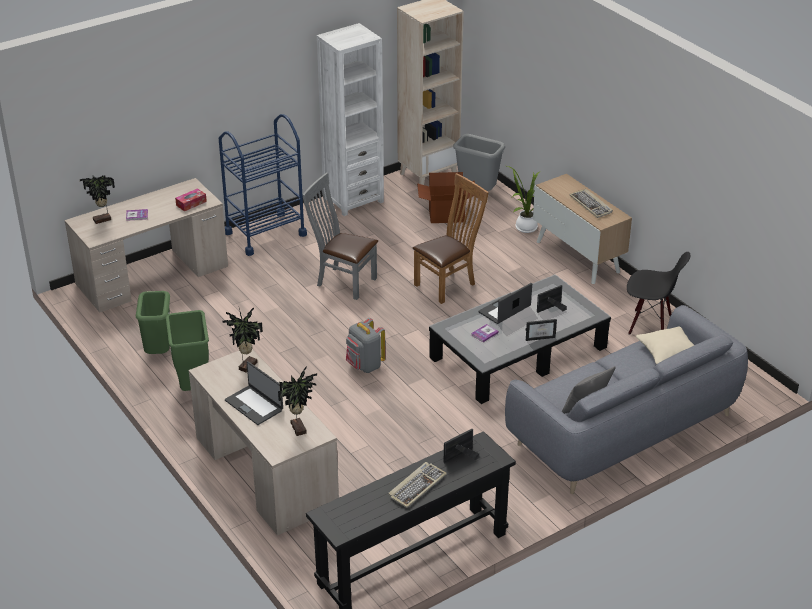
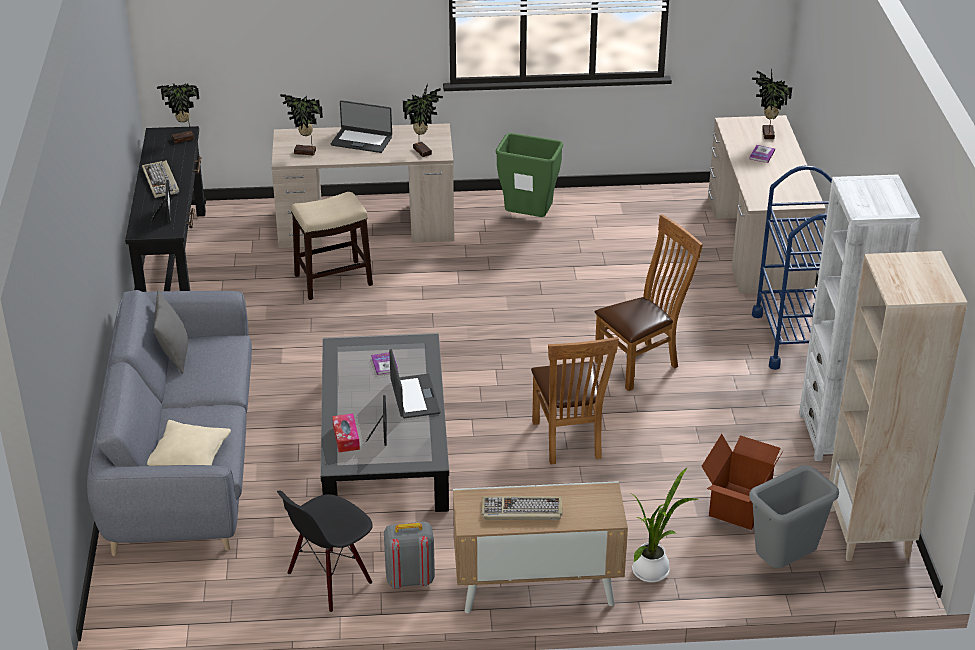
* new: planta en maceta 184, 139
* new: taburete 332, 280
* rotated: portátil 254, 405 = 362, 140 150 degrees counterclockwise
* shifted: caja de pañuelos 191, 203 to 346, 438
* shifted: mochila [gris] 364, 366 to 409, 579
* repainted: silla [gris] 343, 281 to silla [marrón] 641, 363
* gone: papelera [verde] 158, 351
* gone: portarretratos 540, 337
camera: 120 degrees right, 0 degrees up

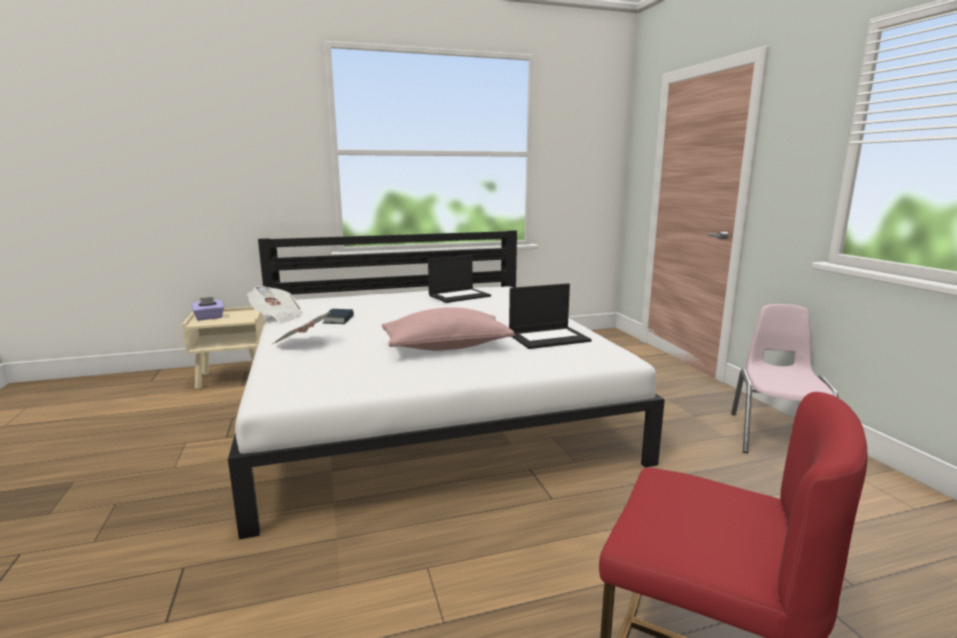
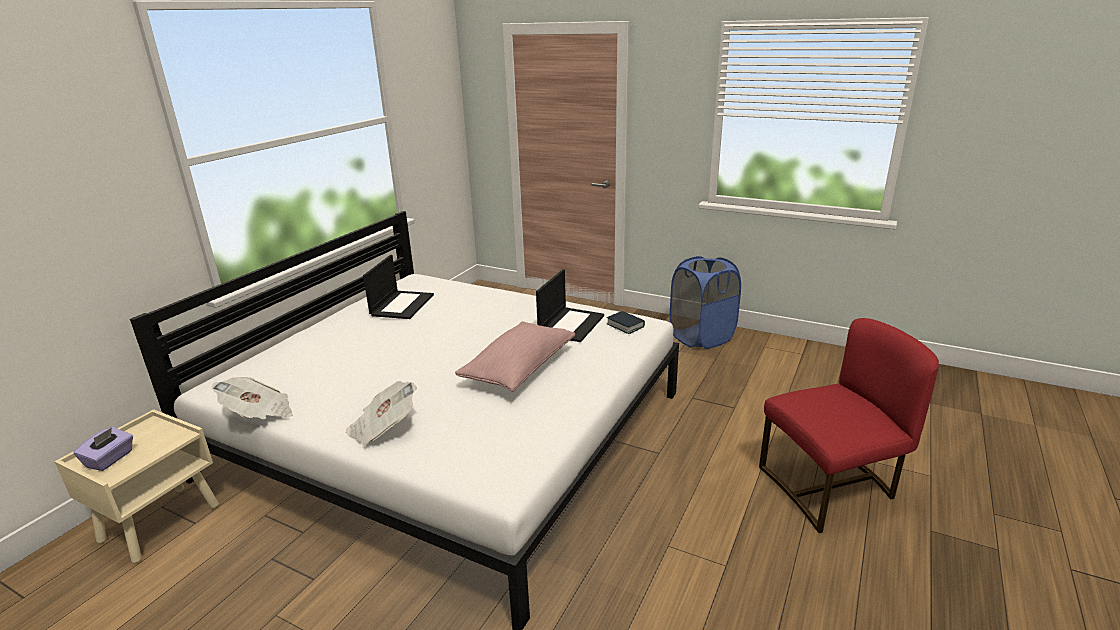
* shifted: libro 338, 320 to 625, 325
* swapped: silla [rosa] 777, 436 to cesto de la ropa [azul] 701, 337
camera: 45 degrees left, 10 degrees up

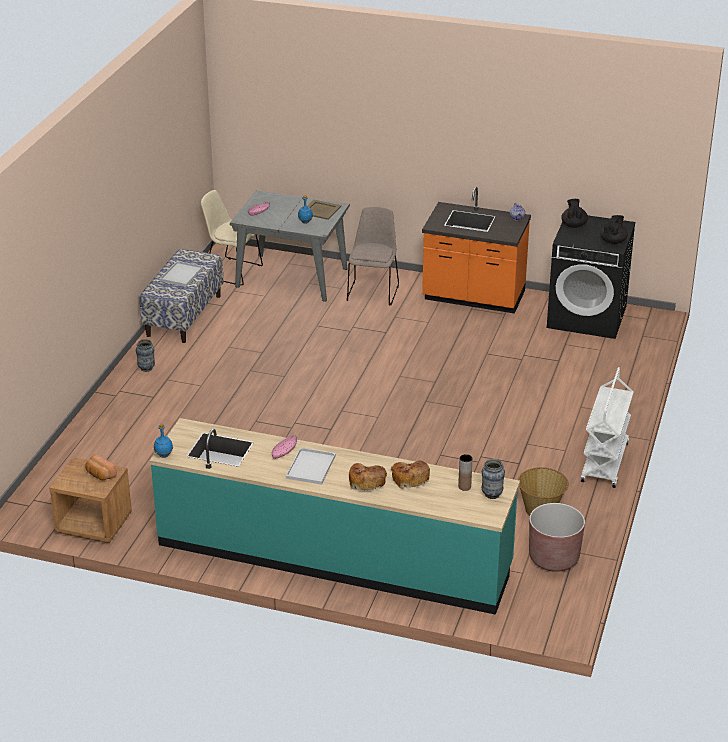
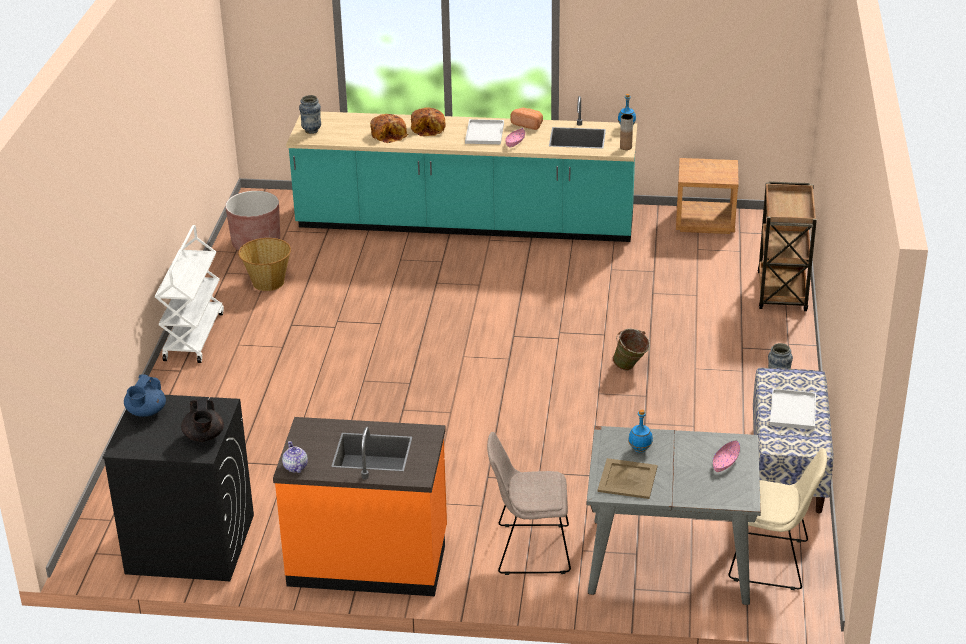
* repainted: tetera [negro] 613, 241 to tetera [azul] 146, 412
* rotated: silla [beis] 373, 292 = 529, 549 90 degrees clockwise
* shifted: pan 100, 475 to 528, 124
* new: cubo [verde] 630, 368
* shifted: florero [marrón] 464, 487 to 626, 147
* new: carrito [marrón] 782, 293
camera: 170 degrees right, 0 degrees up

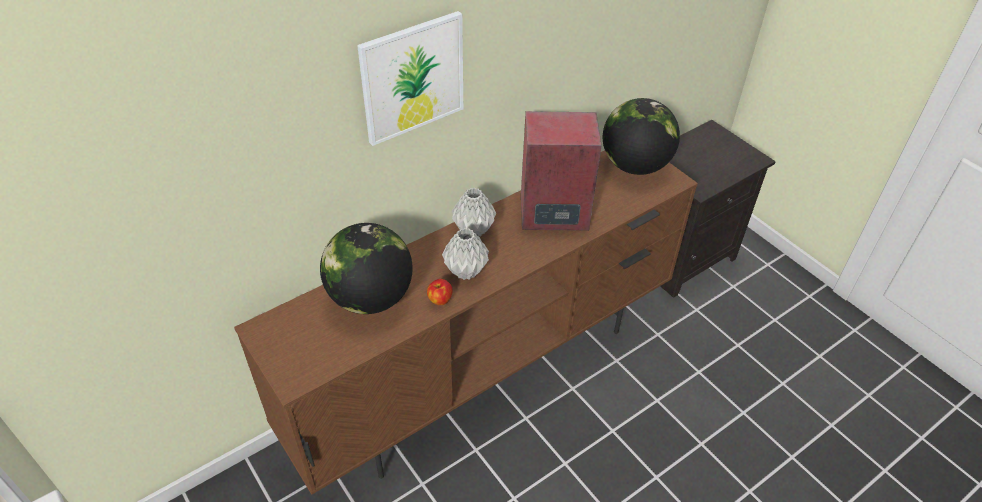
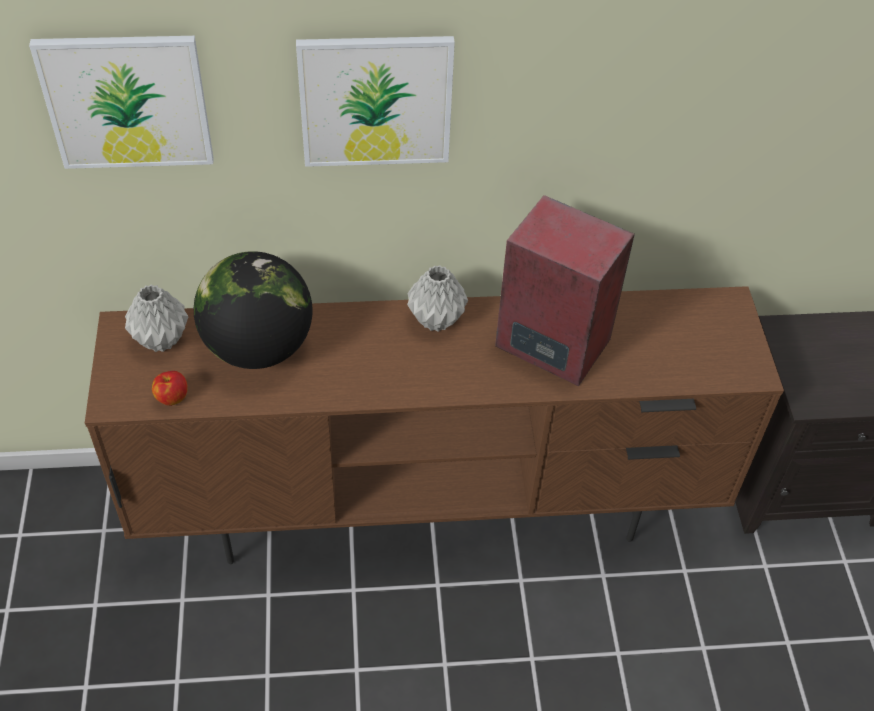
* new: cuadro 127, 101
* shifted: florero [gris] 465, 272 to 160, 340
* shifted: manzana 439, 300 to 172, 397
* gone: globo terráqueo 635, 166
camera: 30 degrees right, 5 degrees up

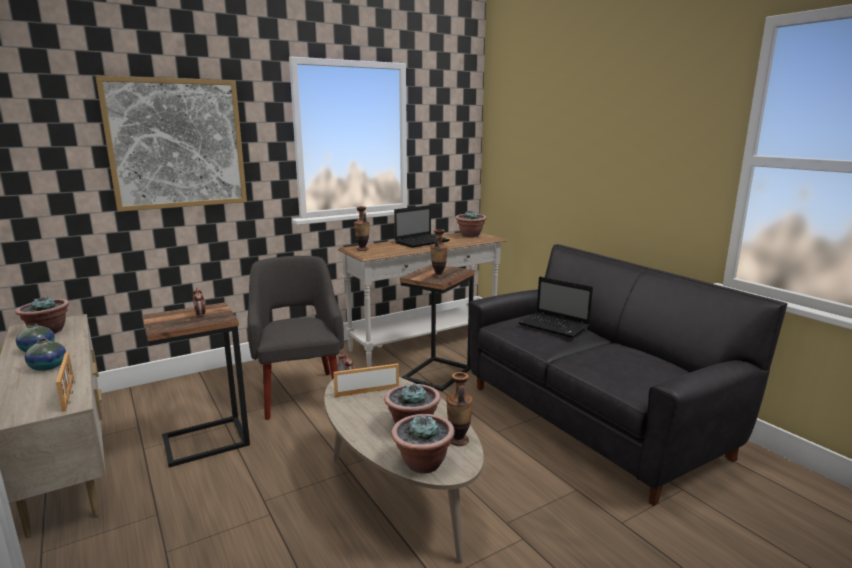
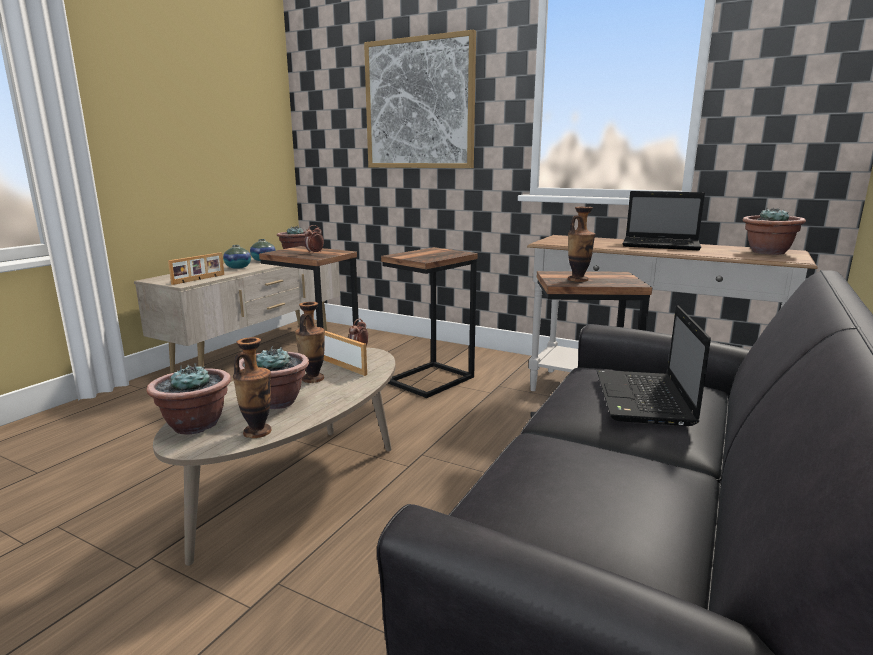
* shifted: florero 362, 249 to 313, 379
* swapped: sillón [gris] 300, 393 to mesa auxiliar 432, 380
camera: 60 degrees right, 0 degrees up

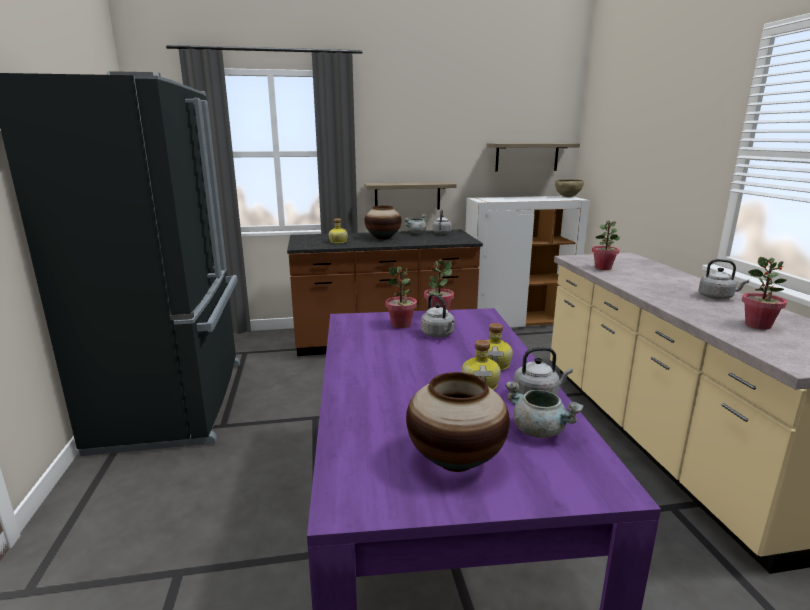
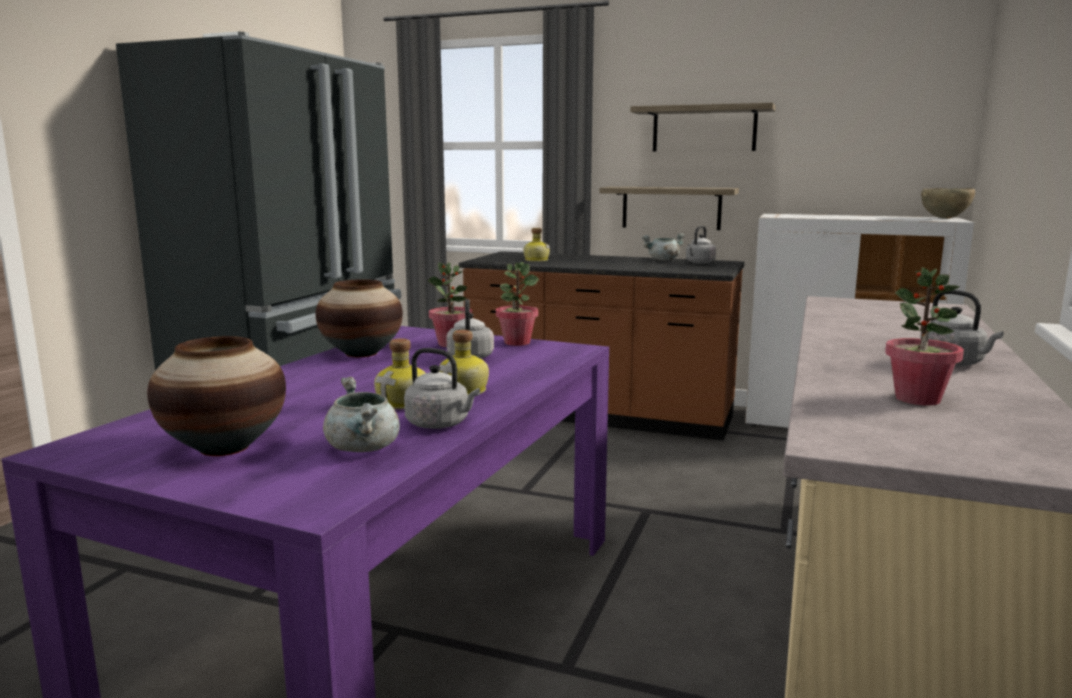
* shifted: florero 383, 238 to 362, 353
* shifted: estante 527, 157 to 704, 129
* gone: planta en maceta 603, 268
camera: 30 degrees right, 5 degrees down

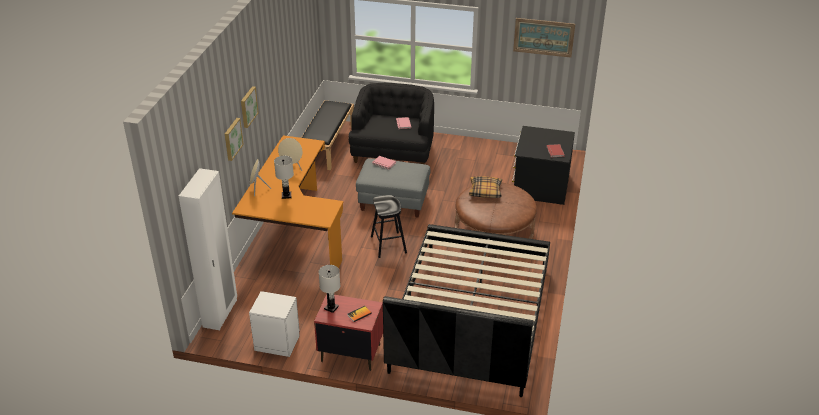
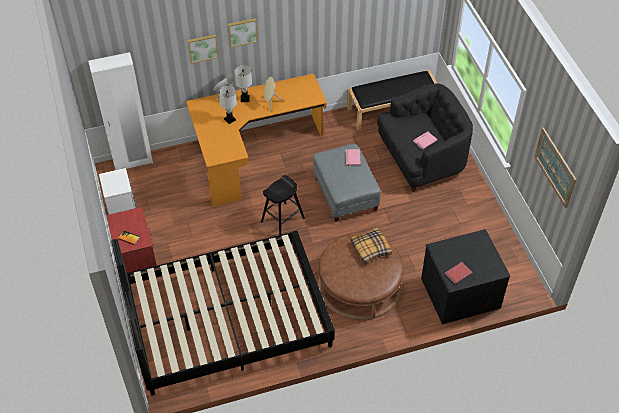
* shifted: lámpara de mesa [blanco] 331, 308 to 245, 99
camera: 60 degrees right, 15 degrees up

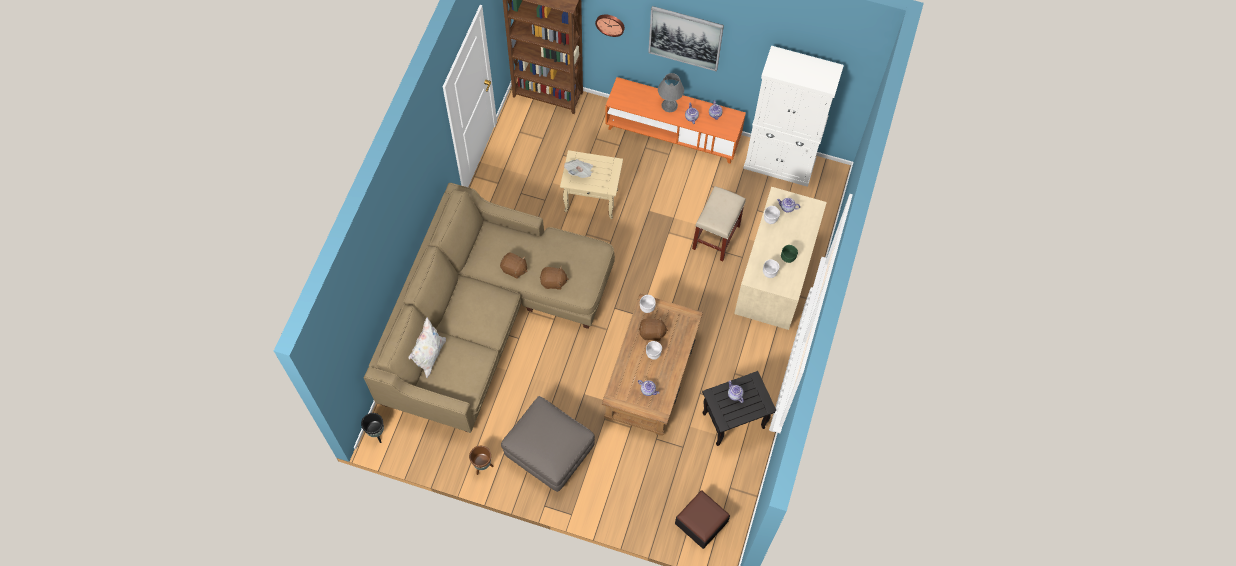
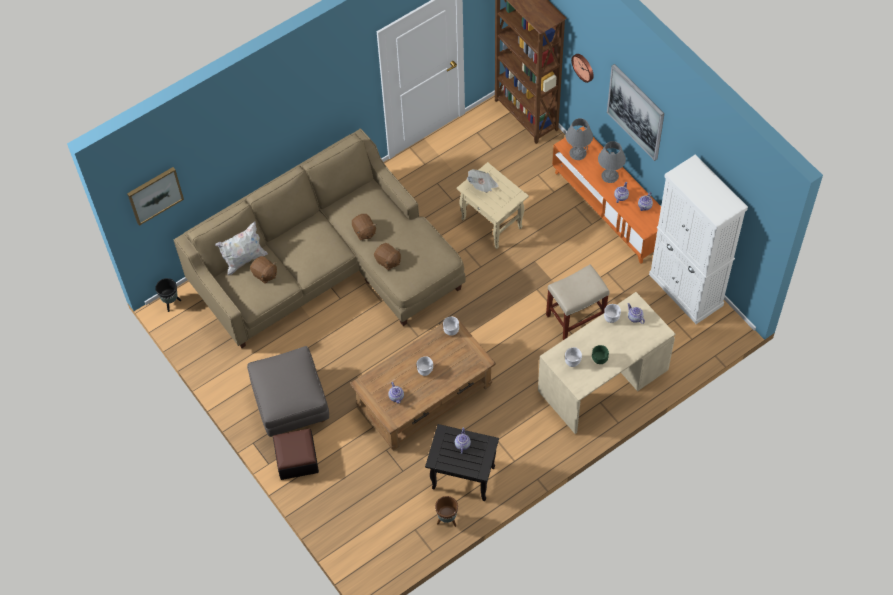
* new: cuadro 155, 195
* shifted: peluche [marrón] 652, 333 to 264, 274
* shifted: puf 701, 522 to 297, 459
* shifted: maceta [marrón] 483, 465 to 447, 520
* new: lámpara de mesa [gris] 577, 153
camera: 40 degrees right, 5 degrees down

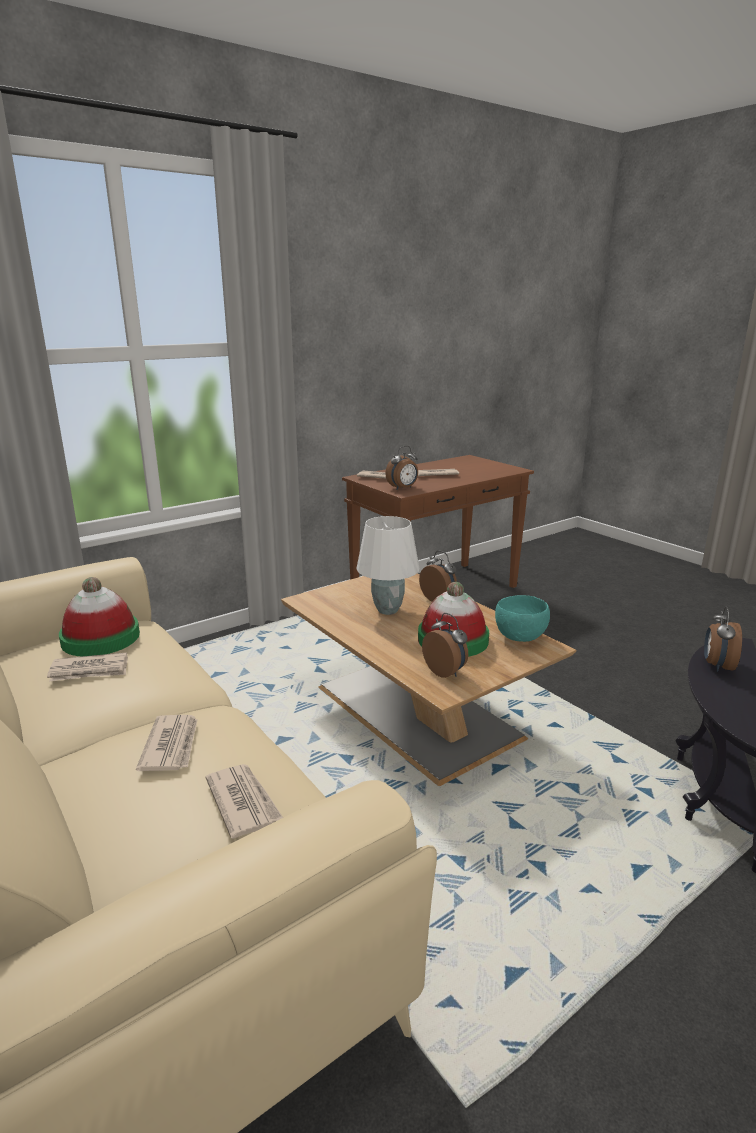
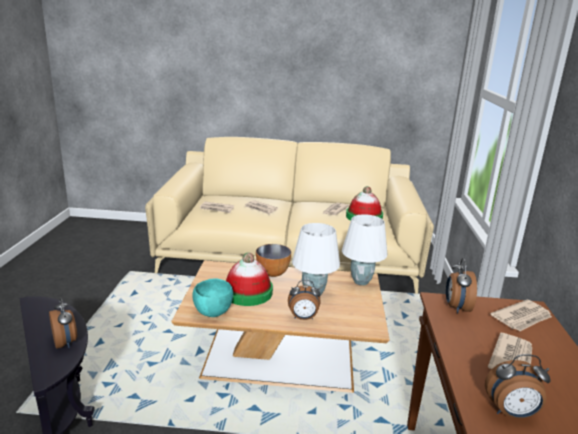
* new: cuenco 272, 273
* new: lámpara de mesa [blanco] 361, 281
* shifted: despertador 446, 671 to 511, 413
camera: 130 degrees right, 0 degrees up

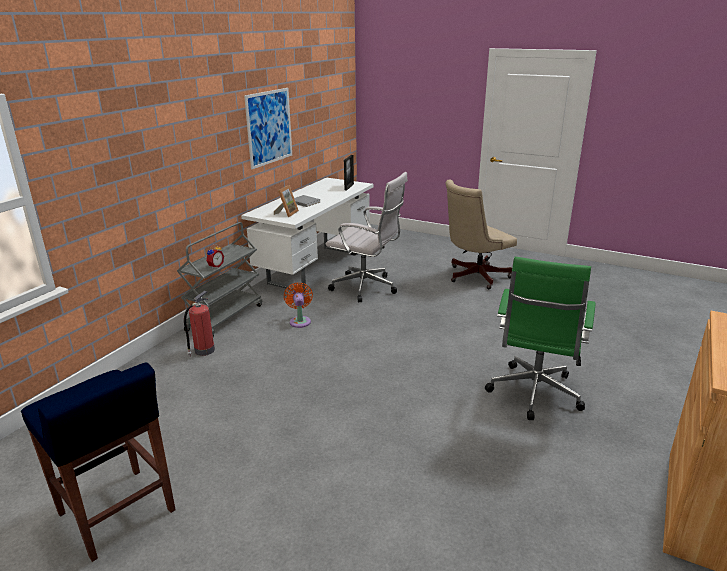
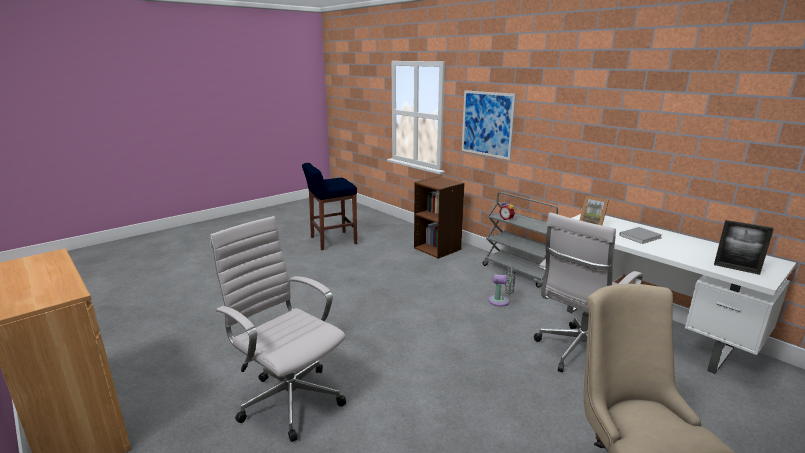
* repainted: silla de oficina [verde] 533, 395 to silla de oficina [blanco] 289, 398
* new: estantería [marrón] 438, 248
* shifted: cuadro 269, 127 to 487, 124
* repainted: ventilador [naranja] 300, 321 to ventilador [gris] 501, 301
* gone: extintor 203, 351
camera: 110 degrees right, 5 degrees down

